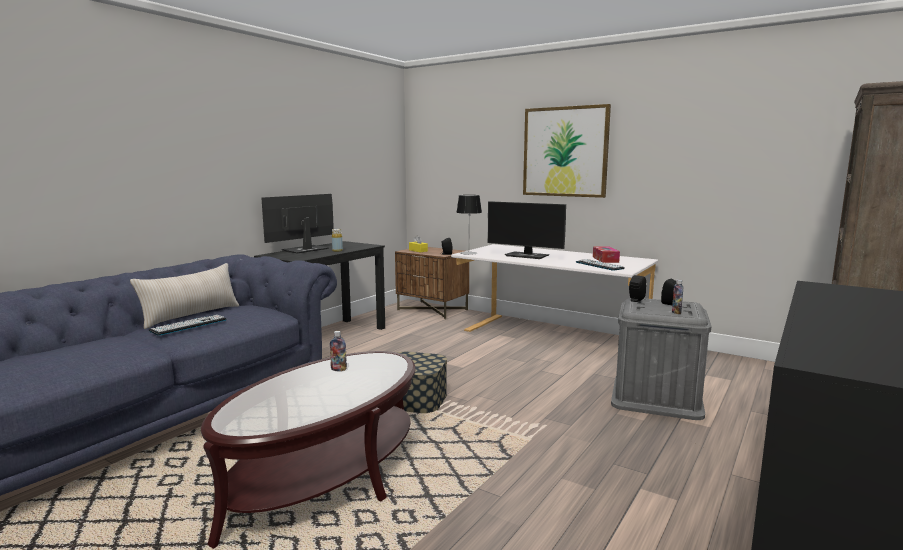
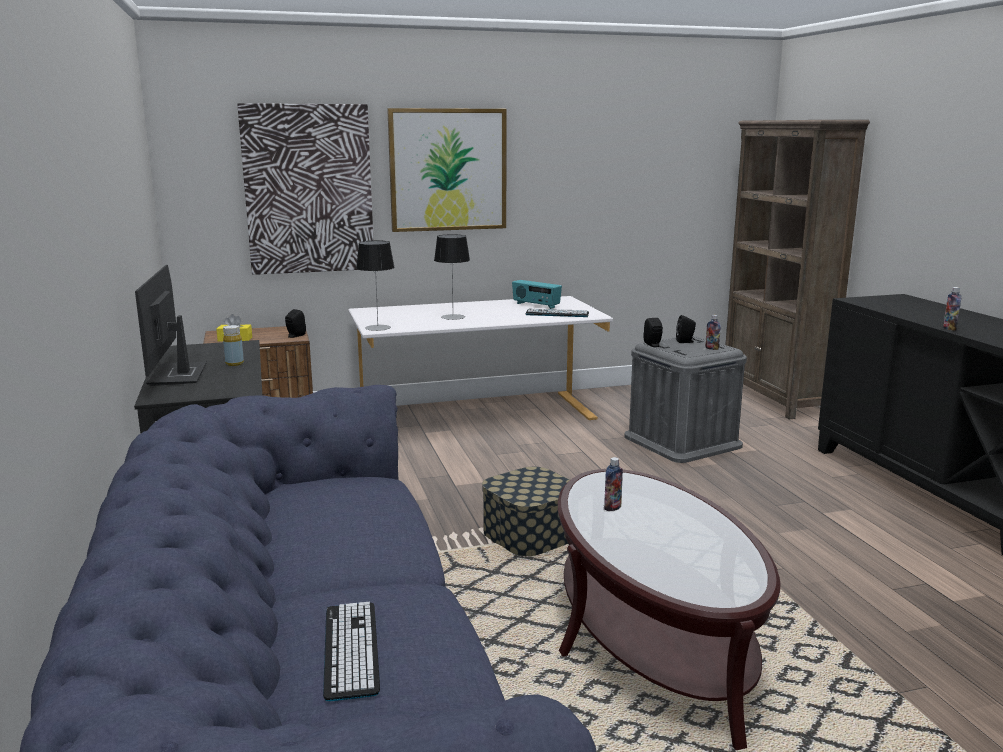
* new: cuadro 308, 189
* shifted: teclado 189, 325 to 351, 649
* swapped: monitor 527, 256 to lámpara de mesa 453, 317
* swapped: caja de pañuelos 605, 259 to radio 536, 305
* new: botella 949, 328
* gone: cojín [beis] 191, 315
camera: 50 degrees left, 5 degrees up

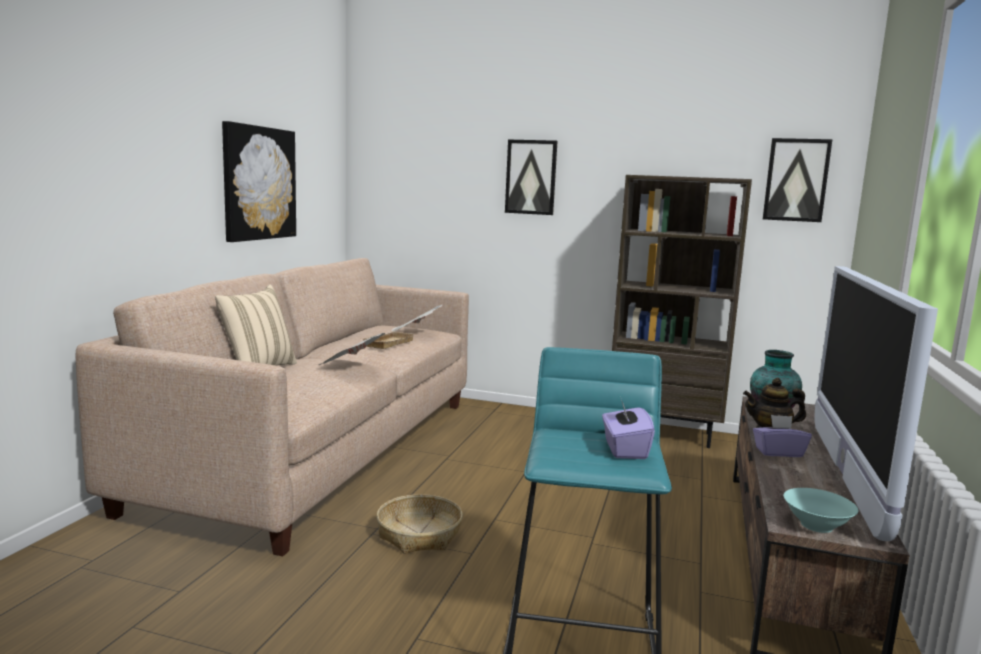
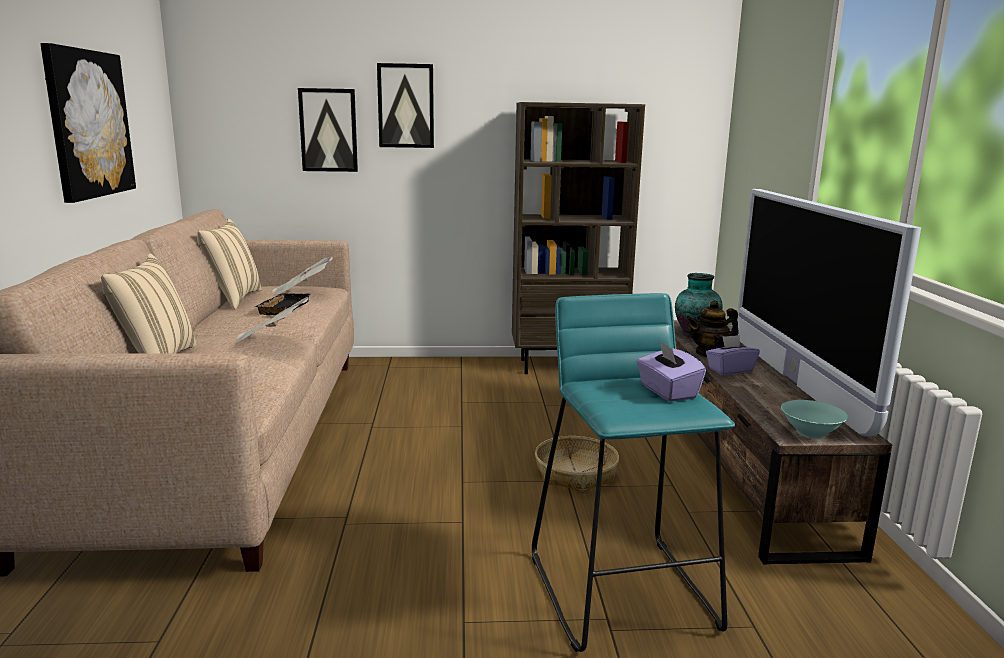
* new: cojín [beis] 233, 299
* repainted: bandeja [beis] 387, 343 to bandeja [negro] 282, 308
* shifted: cuadro 796, 180 to 328, 130
* shifted: cesta 419, 534 to 575, 474
camera: 20 degrees left, 5 degrees up

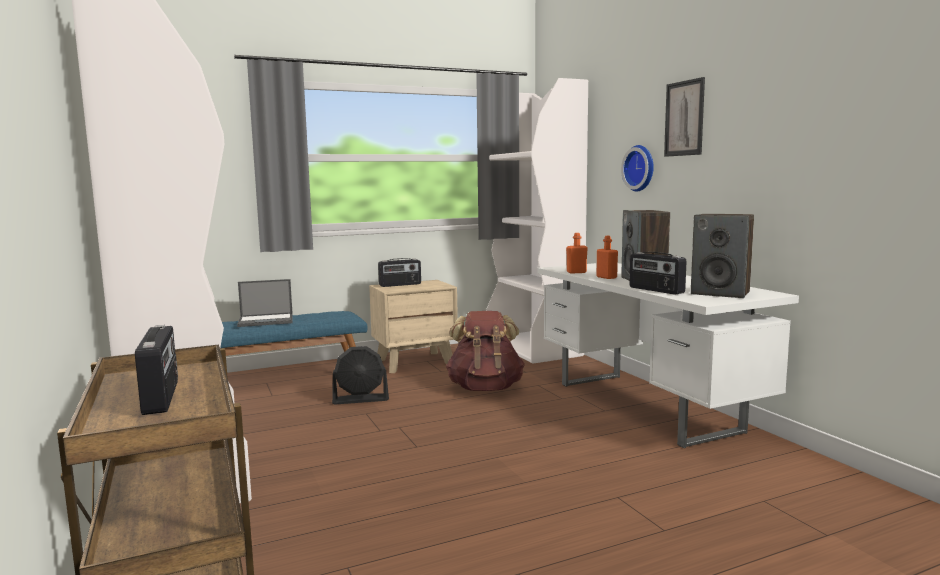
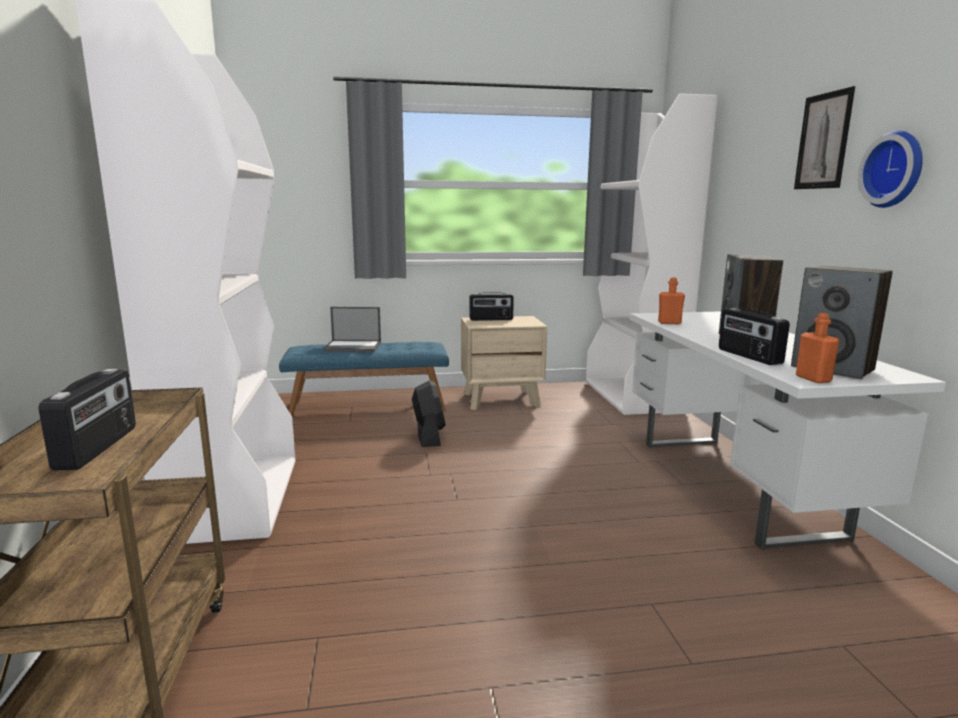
* rotated: ventilador [negro] 361, 399 = 429, 436 105 degrees counterclockwise
* shifted: botella [naranja] 606, 277 to 813, 379
* shifted: reloj de pared 641, 168 to 895, 169
* gone: mochila [marrón] 485, 388
camera: 15 degrees right, 5 degrees up

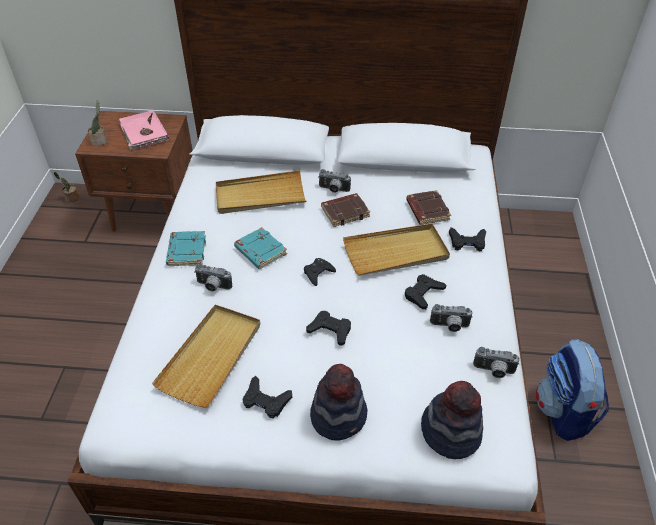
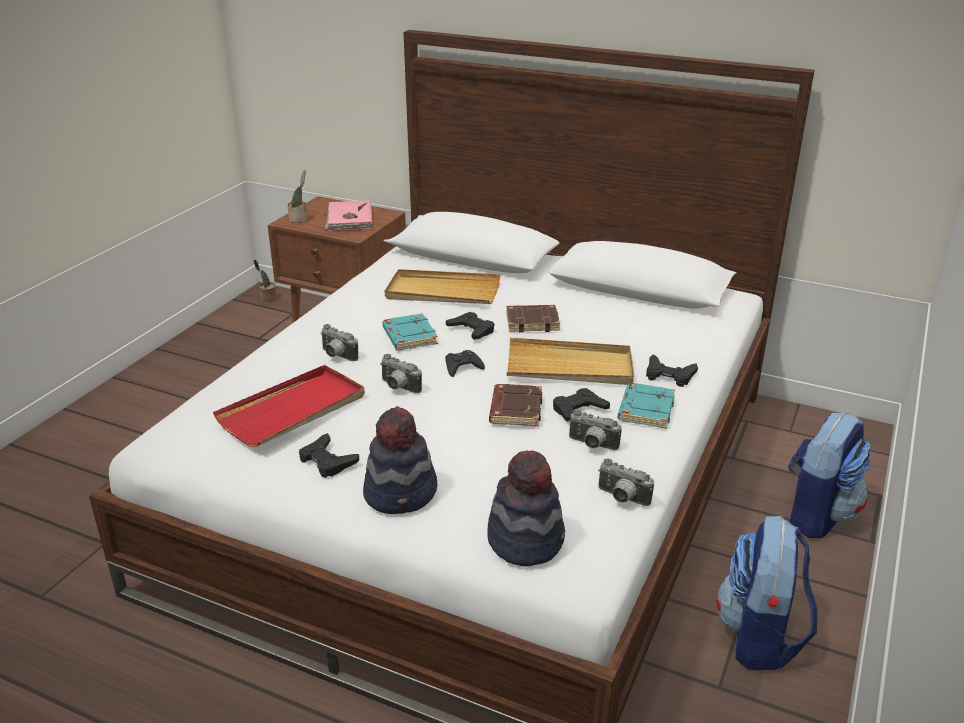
* repainted: bandeja [beis] 211, 356 to bandeja [rojo] 293, 410
* shifted: cámara 333, 190 to 398, 387
* shifted: mando de consola [negro] 330, 330 to 471, 330
* shifted: libro [marrón] 427, 210 to 515, 409
* shifted: libro [turquesa] 186, 251 to 645, 409
* new: mochila 817, 514
camera: 20 degrees right, 15 degrees down

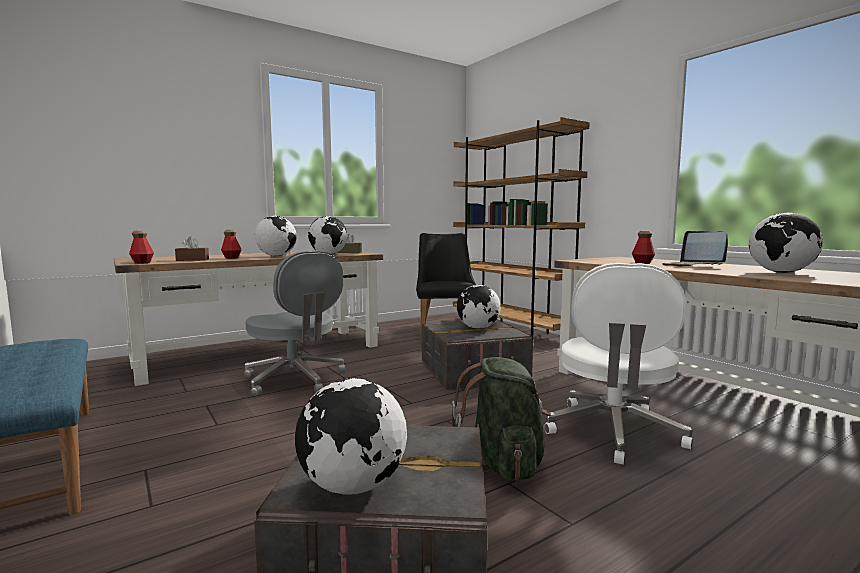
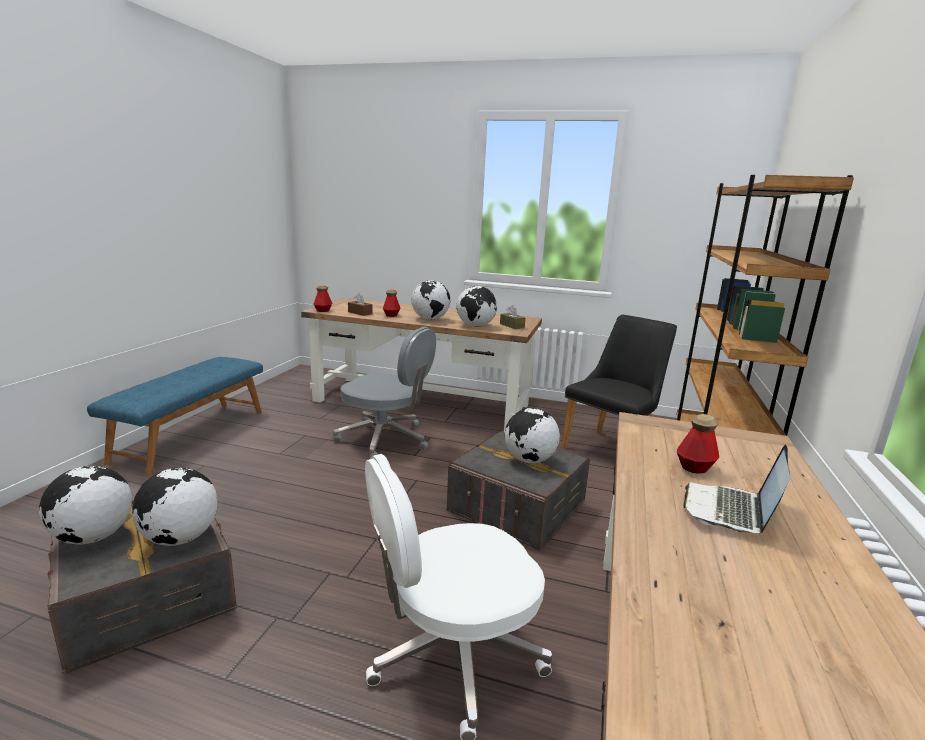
* shifted: globo terráqueo 781, 272 to 180, 538
* rotated: silla de oficina [gris] 295, 379 = 385, 439 75 degrees counterclockwise
* gone: mochila [verde] 503, 463
camera: 50 degrees right, 10 degrees up

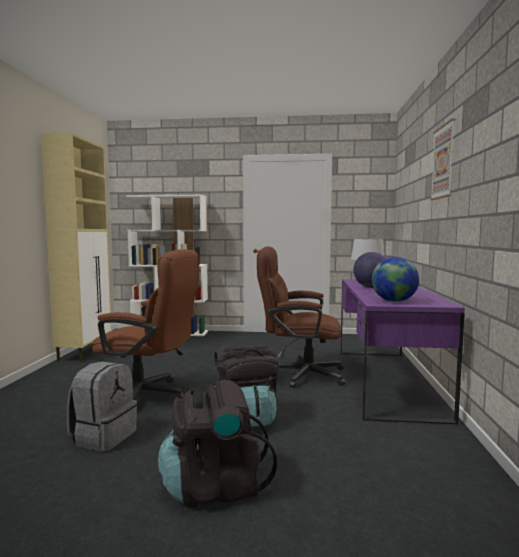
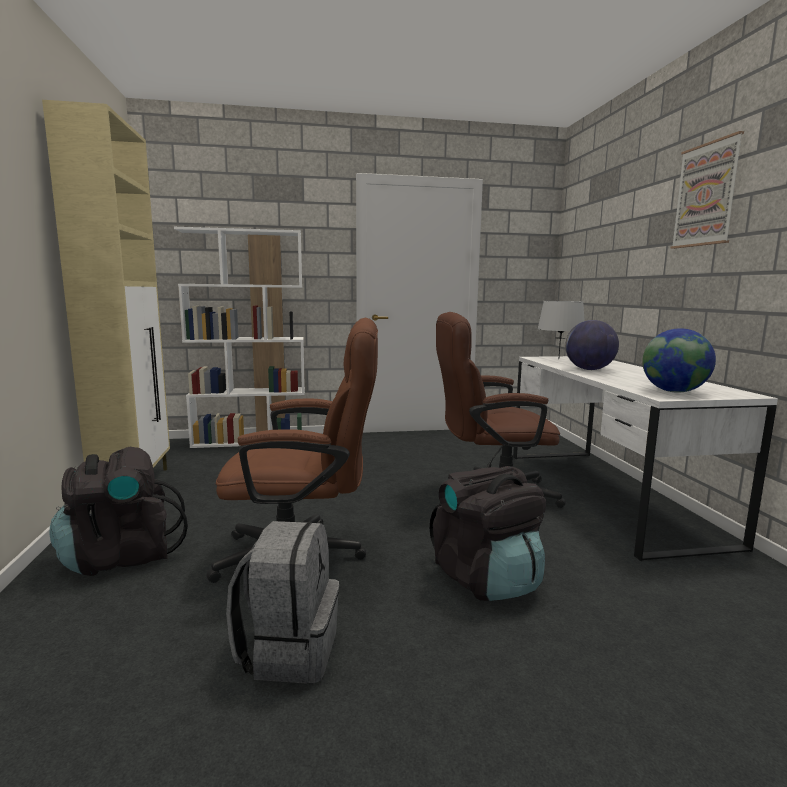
* shifted: mochila [negro] 215, 487 to 122, 556
* repainted: escritorio [morado] 385, 380 to escritorio [blanco] 606, 494
camera: 15 degrees left, 5 degrees up

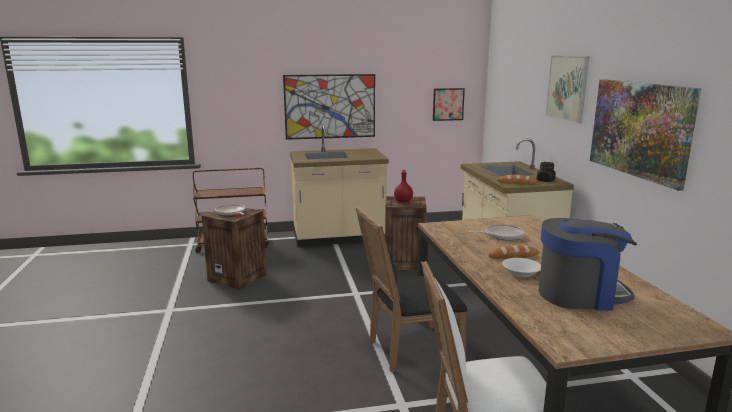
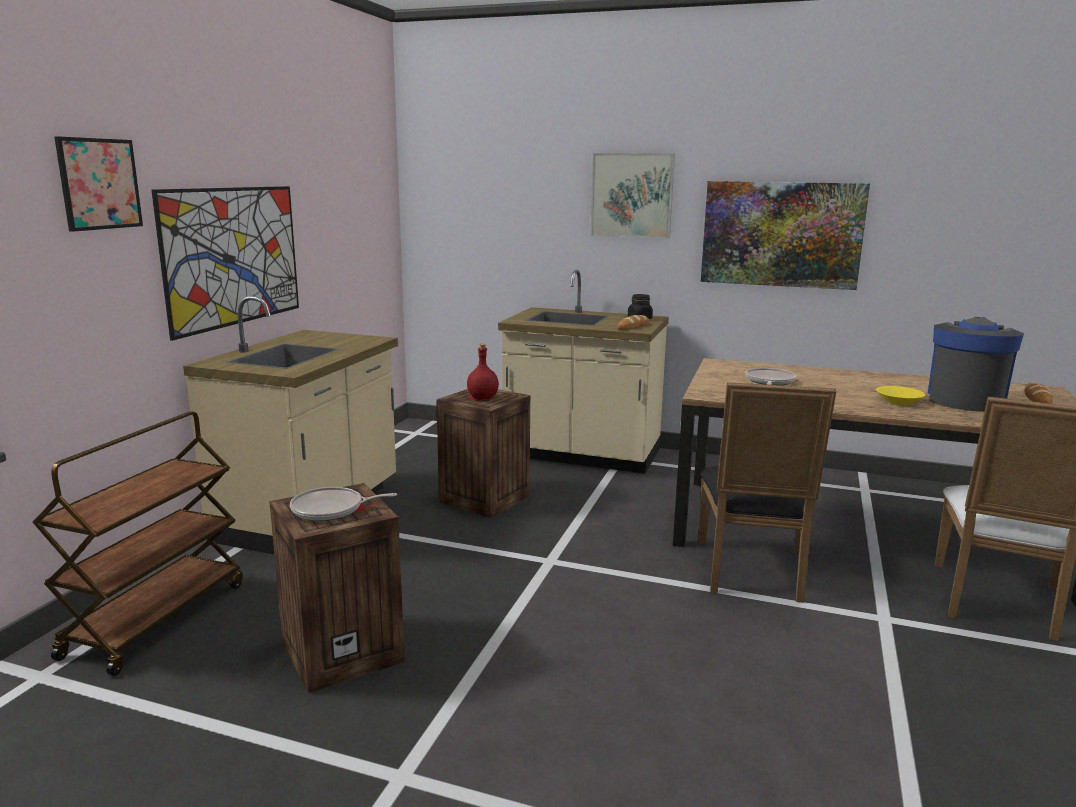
* shifted: cuadro 448, 104 to 99, 184
* repainted: cuenco [blanco] 521, 273 to cuenco [amarillo] 898, 401
* shifted: pan 513, 256 to 1037, 398
camera: 60 degrees left, 0 degrees up

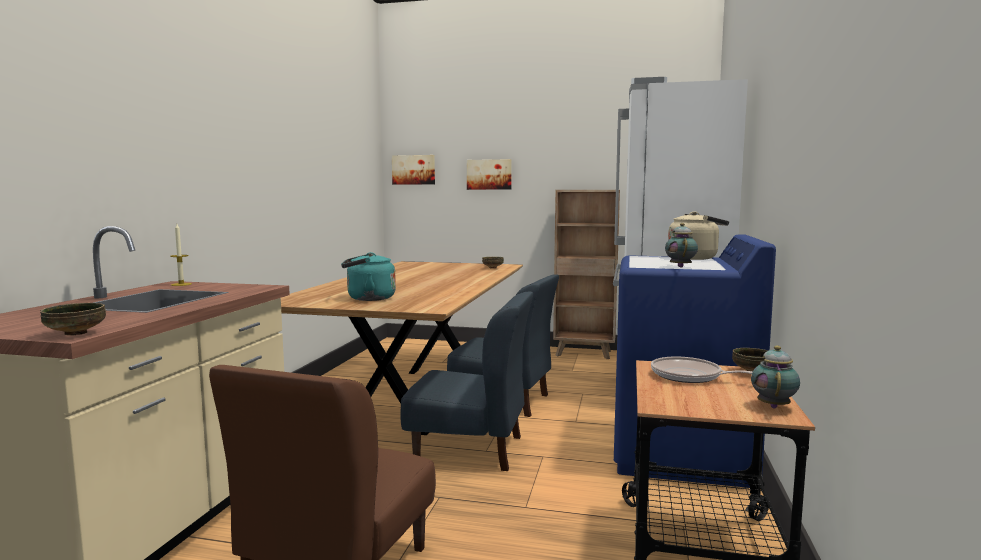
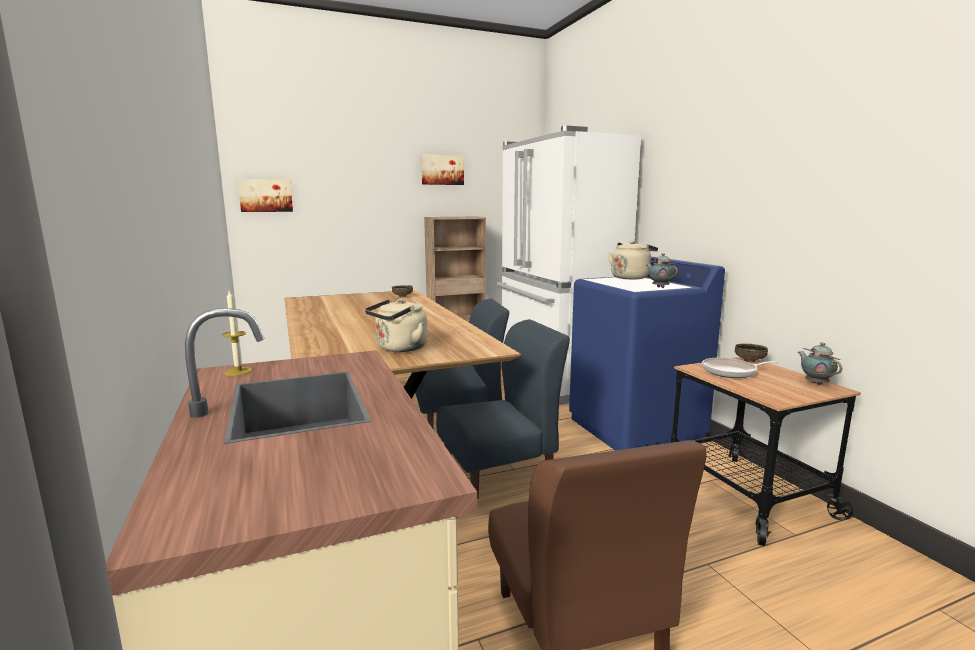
* repainted: hervidor [turquesa] 368, 298 to hervidor [beis] 399, 348
* shifted: cuadro 489, 174 to 442, 170
* gone: cuenco 77, 333
camera: 35 degrees left, 5 degrees up

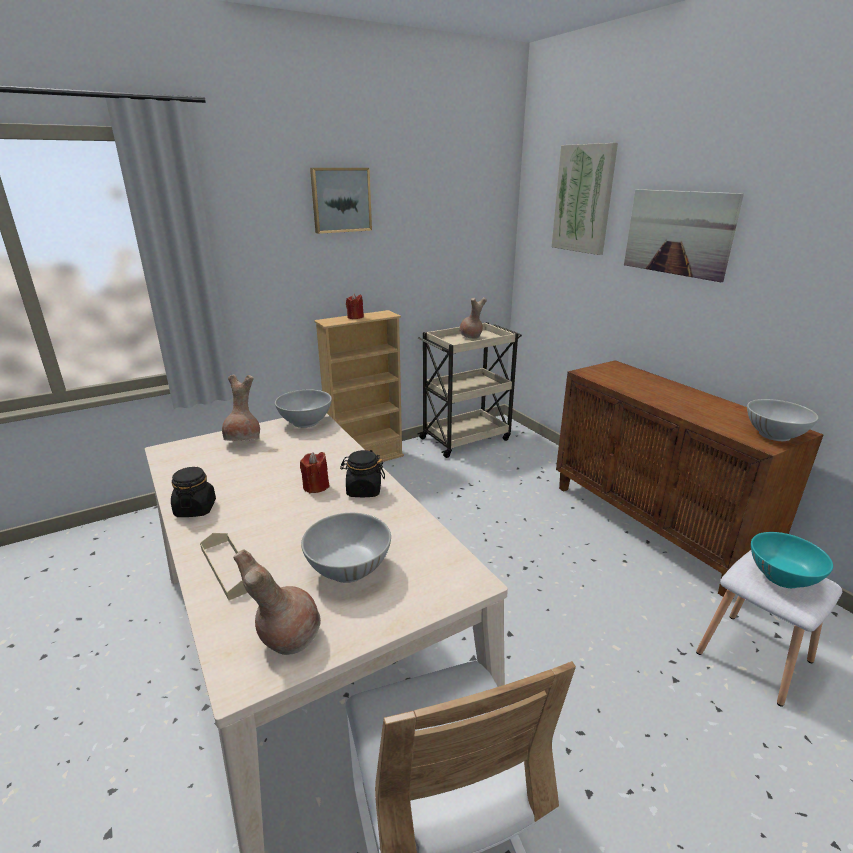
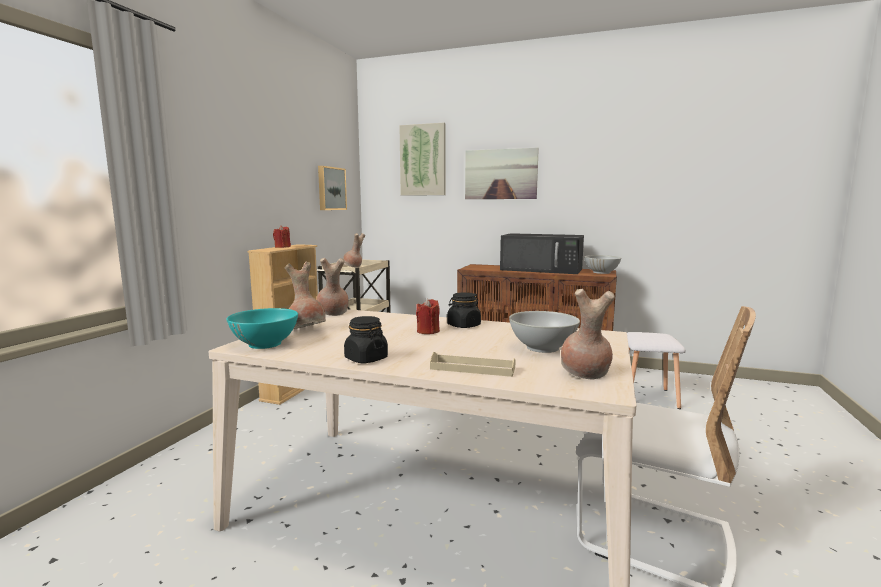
* shifted: cuenco [turquesa] 782, 577 to 265, 344
* swapped: cuenco [blanco] 305, 422 to florero [marrón] 332, 313
* shifted: cuadro 340, 200 to 331, 188
* new: microondas [negro] 542, 269
camera: 40 degrees left, 15 degrees down

